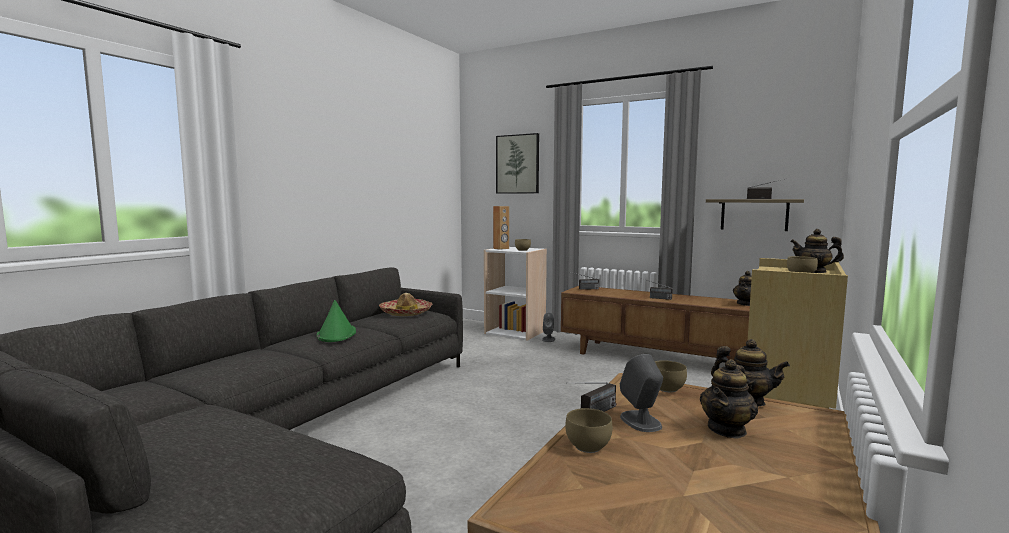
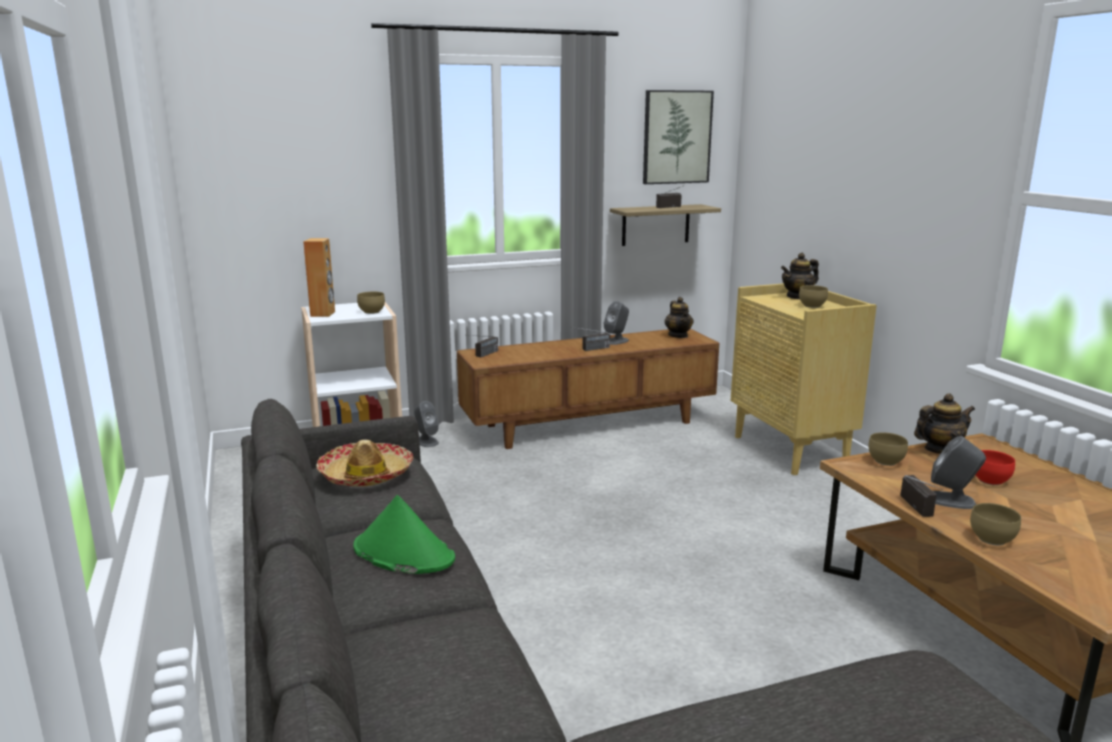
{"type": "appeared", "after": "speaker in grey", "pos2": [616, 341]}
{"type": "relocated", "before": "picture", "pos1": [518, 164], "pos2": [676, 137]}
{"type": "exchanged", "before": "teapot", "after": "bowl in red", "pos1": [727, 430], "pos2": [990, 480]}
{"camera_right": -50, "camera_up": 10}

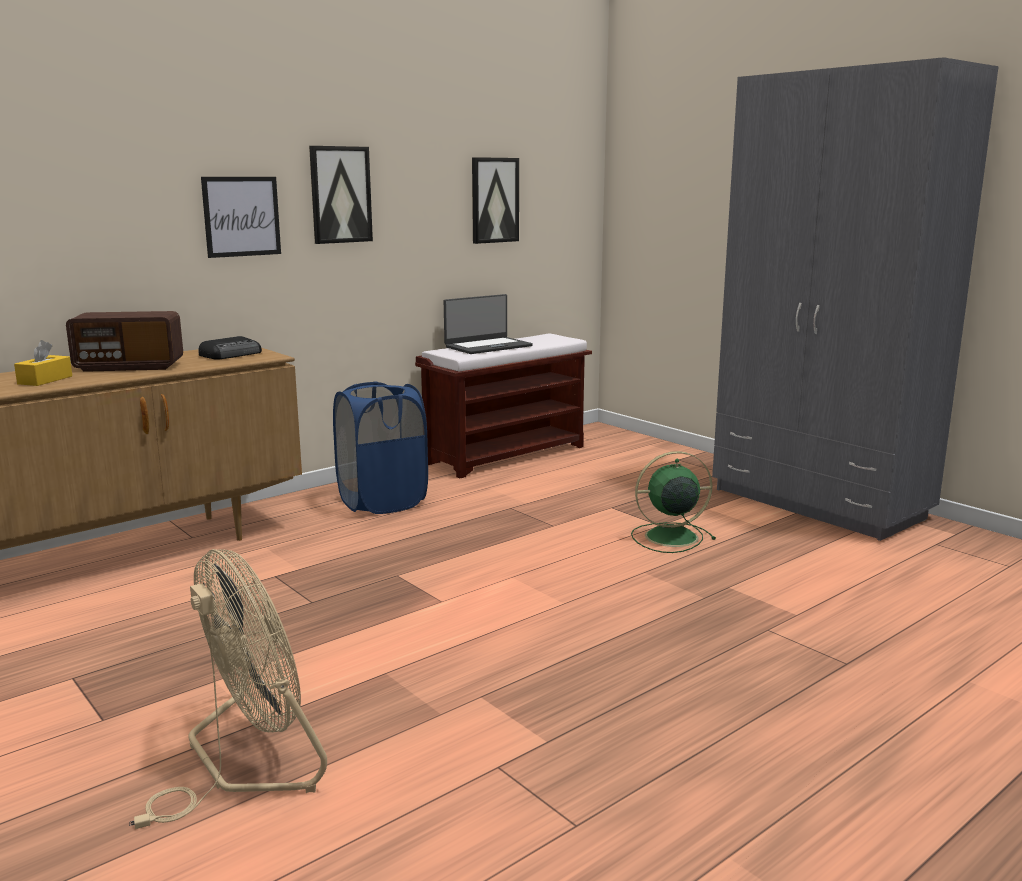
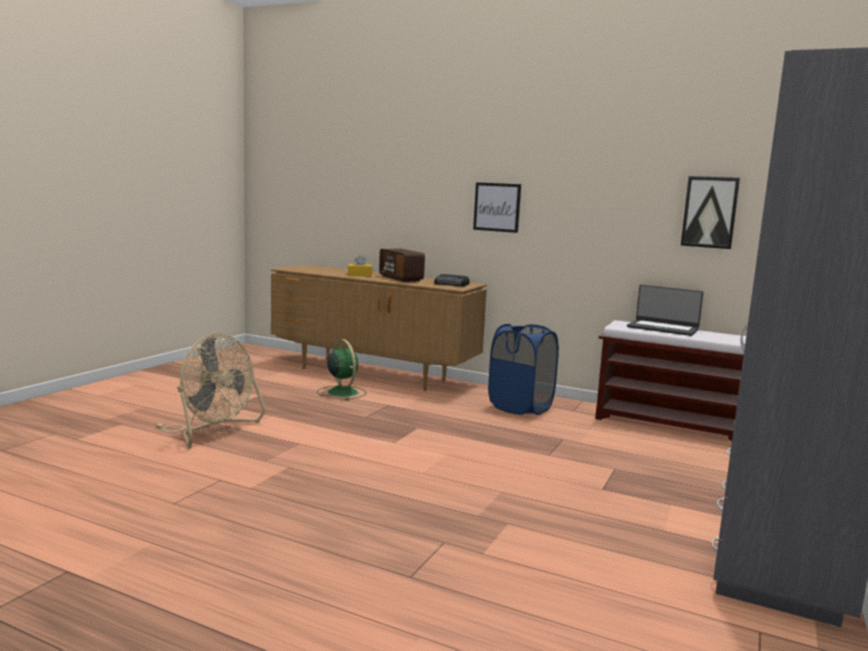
{"type": "relocated", "before": "fan in green", "pos1": [669, 537], "pos2": [341, 392]}
{"type": "missing", "before": "picture", "pos1": [340, 194]}
{"camera_right": 65, "camera_up": -5}

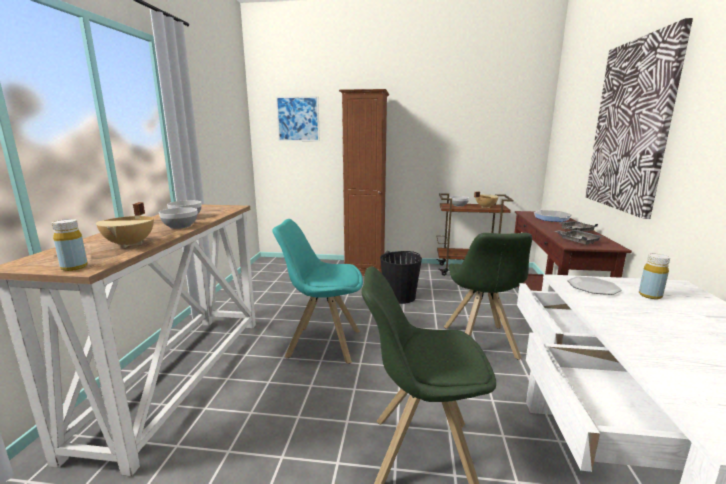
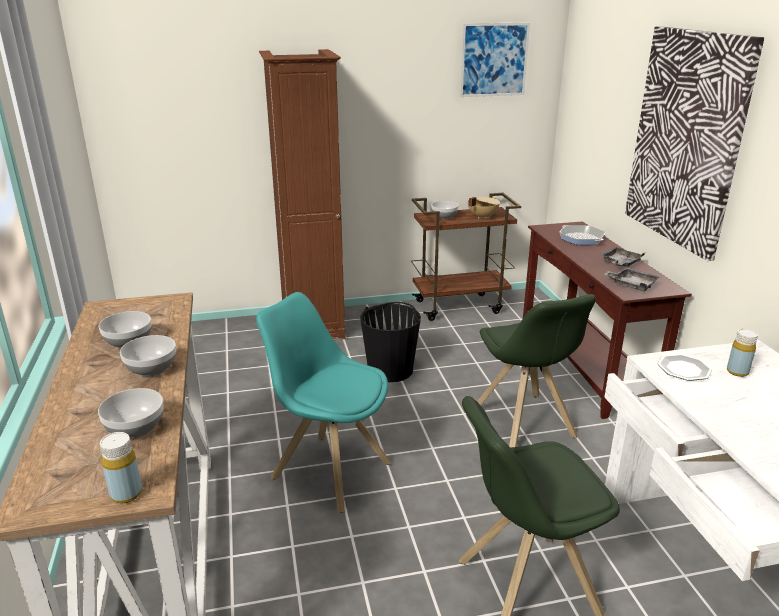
{"type": "exchanged", "before": "cooking pot in beige", "after": "bowl", "pos1": [131, 244], "pos2": [136, 427]}
{"type": "spun", "before": "chair in turquoise", "pos1": [323, 344], "pos2": [330, 470], "turn": 45}
{"type": "relocated", "before": "picture", "pos1": [298, 119], "pos2": [494, 60]}
{"camera_right": -20, "camera_up": 10}

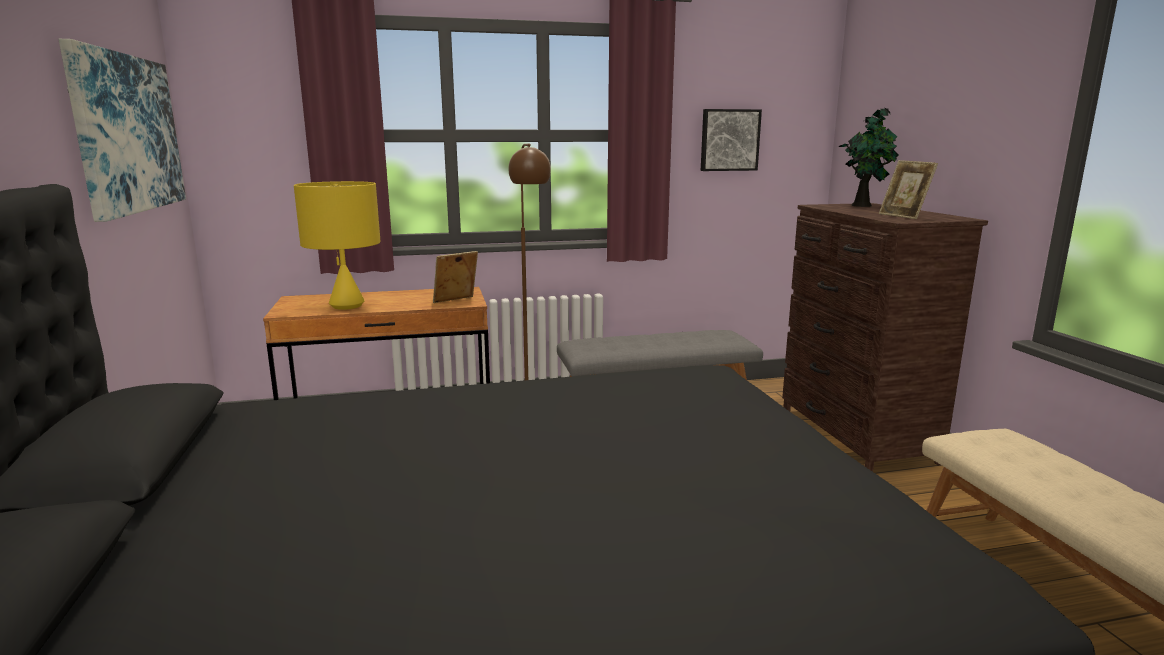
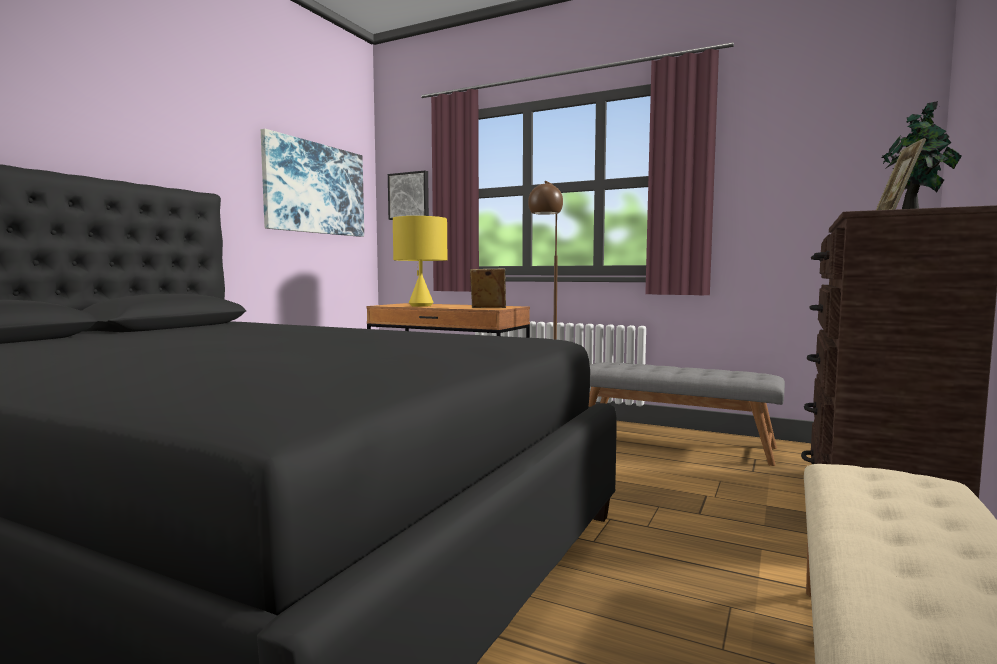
{"type": "relocated", "before": "picture", "pos1": [729, 140], "pos2": [409, 196]}
{"camera_right": 40, "camera_up": -10}

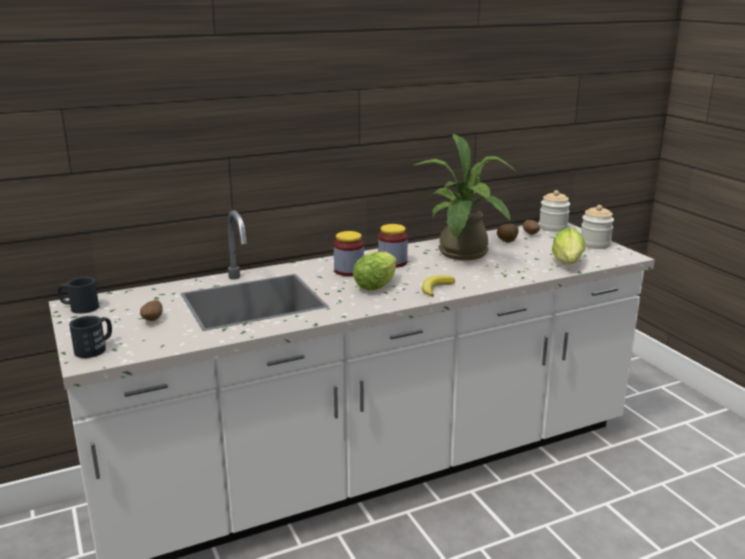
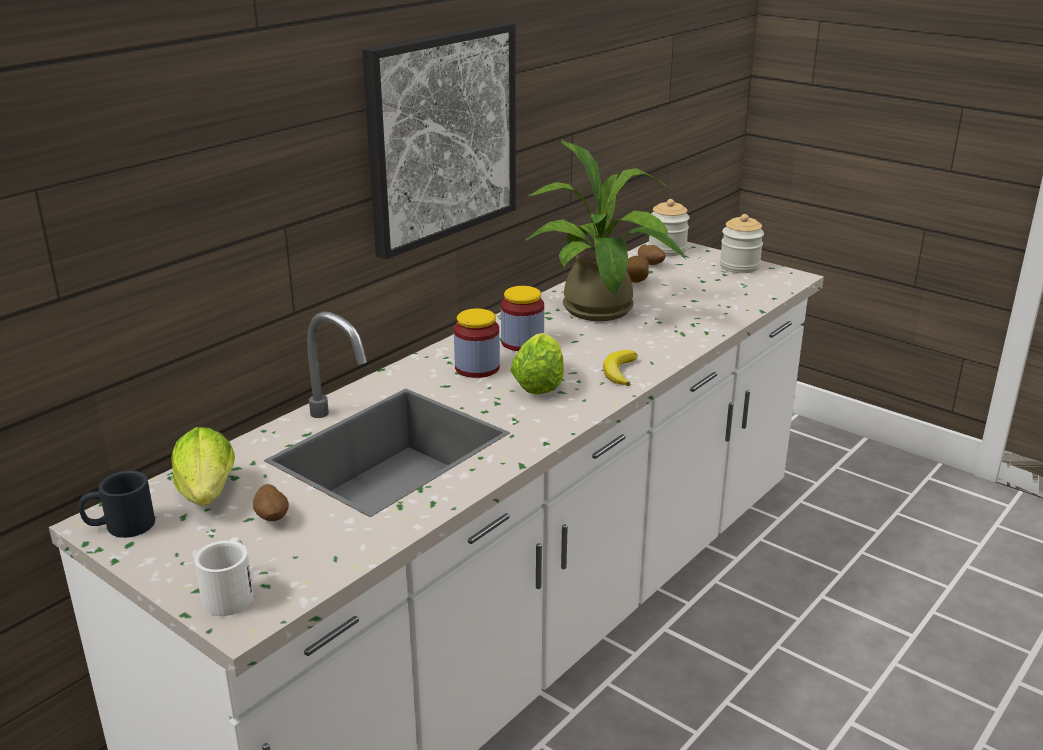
{"type": "relocated", "before": "lettuce", "pos1": [568, 264], "pos2": [207, 497]}
{"type": "colour", "before": "mug in black", "after": "mug in white", "pos1": [95, 348], "pos2": [231, 592]}
{"type": "appeared", "after": "picture", "pos2": [441, 136]}
{"camera_right": -25, "camera_up": 5}

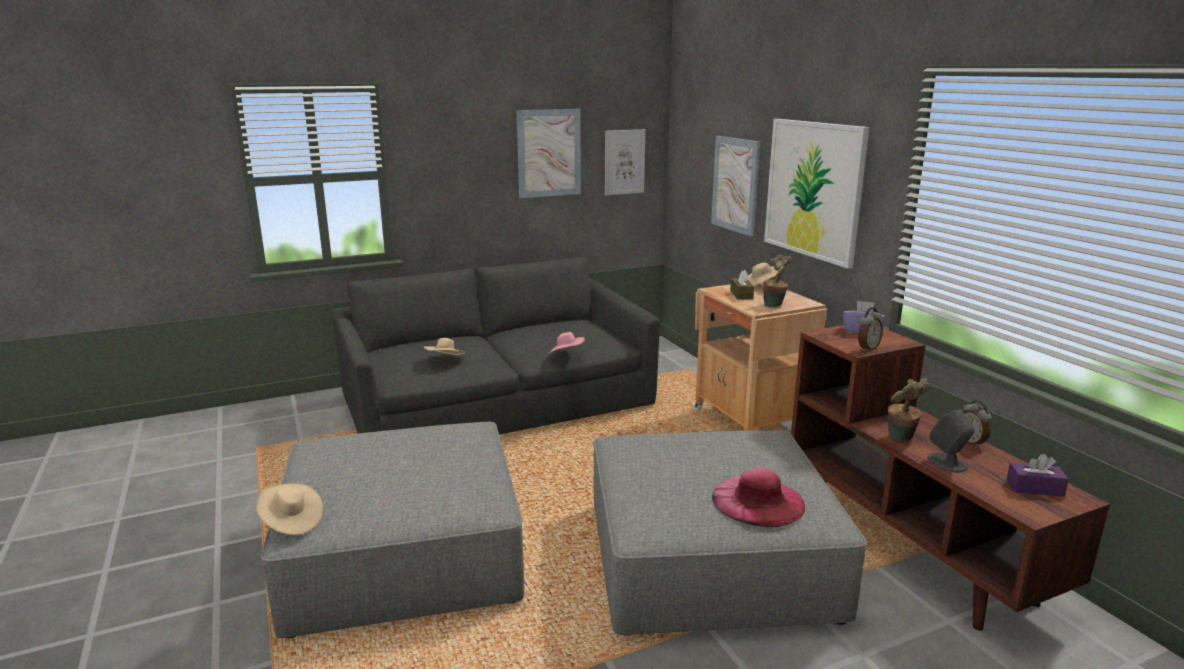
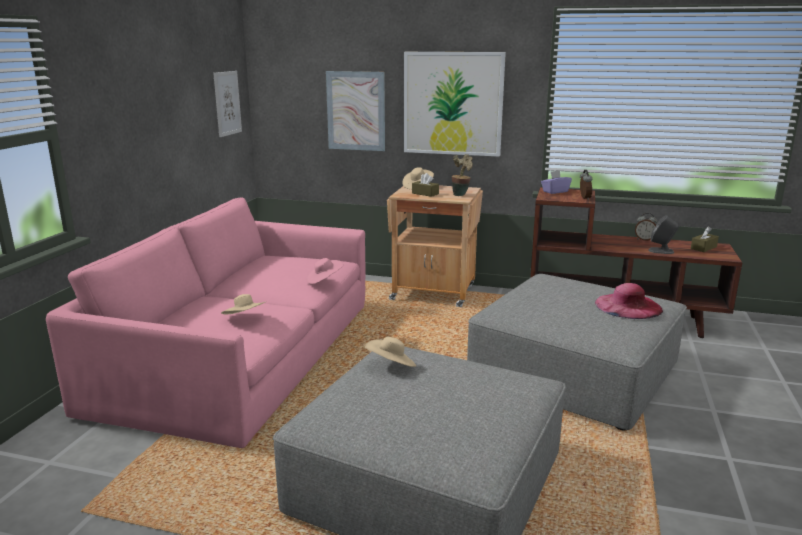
{"type": "colour", "before": "sofa in grey", "after": "sofa in pink", "pos1": [497, 401], "pos2": [241, 355]}
{"type": "relocated", "before": "hat in beige", "pos1": [291, 522], "pos2": [391, 365]}
{"type": "colour", "before": "tissue box in purple", "after": "tissue box in brown", "pos1": [1034, 488], "pos2": [703, 248]}
{"type": "missing", "before": "picture", "pos1": [549, 153]}
{"type": "missing", "before": "potted plant", "pos1": [901, 439]}
{"camera_right": -50, "camera_up": 0}

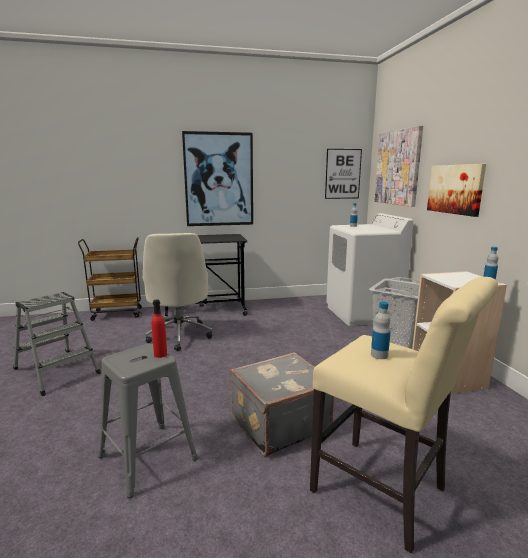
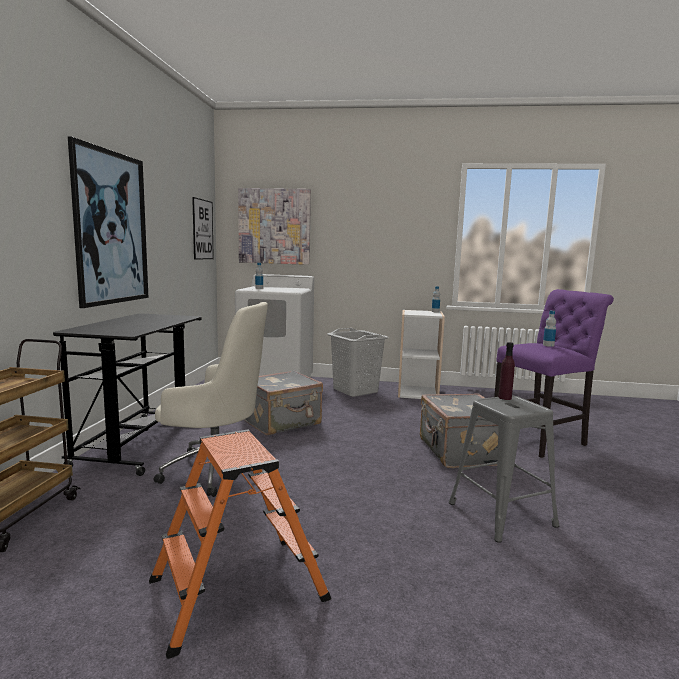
{"type": "colour", "before": "step ladder in grey", "after": "step ladder in orange", "pos1": [56, 370], "pos2": [238, 589]}
{"type": "appeared", "after": "suitcase in grey", "pos2": [282, 422]}
{"type": "colour", "before": "stool in beige", "after": "stool in purple", "pos1": [385, 495], "pos2": [542, 440]}
{"type": "colour", "before": "bottle in red", "after": "bottle in purple", "pos1": [160, 354], "pos2": [505, 398]}
{"type": "missing", "before": "picture", "pos1": [455, 189]}
{"camera_right": -70, "camera_up": -5}

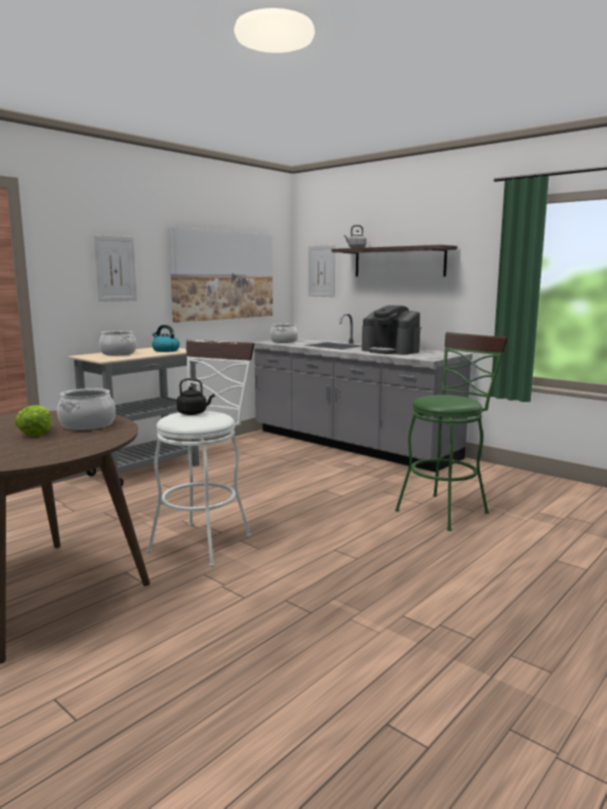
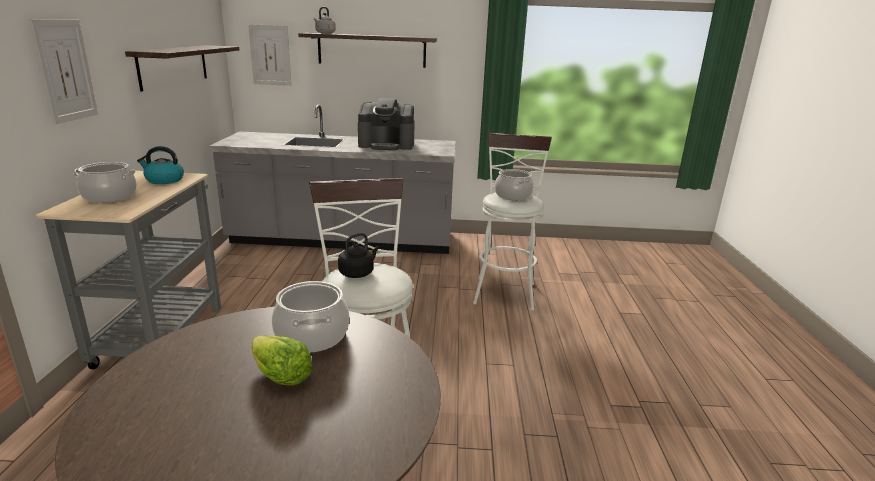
{"type": "exchanged", "before": "picture", "after": "shelf", "pos1": [223, 275], "pos2": [174, 66]}
{"type": "colour", "before": "stool in green", "after": "stool in white", "pos1": [446, 509], "pos2": [504, 290]}
{"type": "relocated", "before": "cooking pot", "pos1": [283, 341], "pos2": [512, 196]}
{"camera_right": -40, "camera_up": 10}

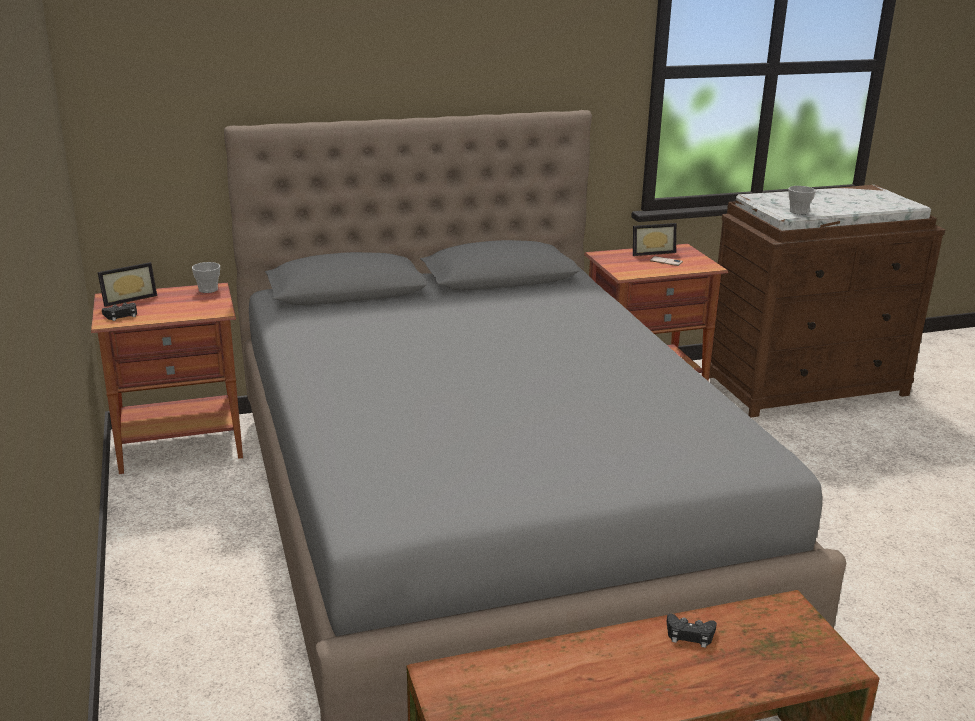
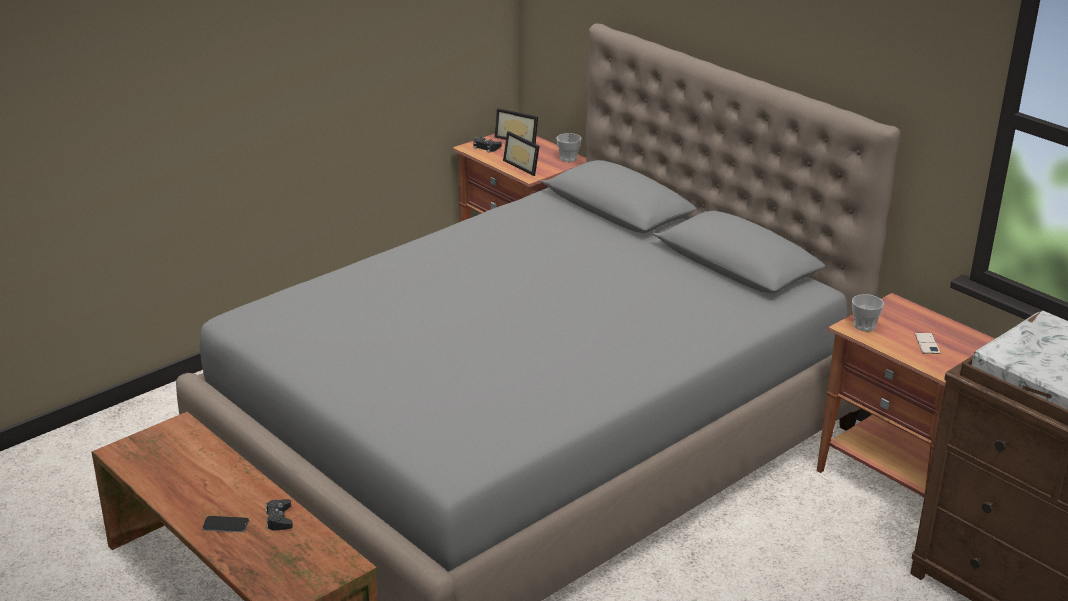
{"type": "appeared", "after": "phone", "pos2": [226, 525]}
{"type": "relocated", "before": "picture frame", "pos1": [651, 252], "pos2": [524, 166]}
{"type": "relocated", "before": "cup", "pos1": [798, 212], "pos2": [864, 326]}
{"camera_right": 65, "camera_up": 5}

